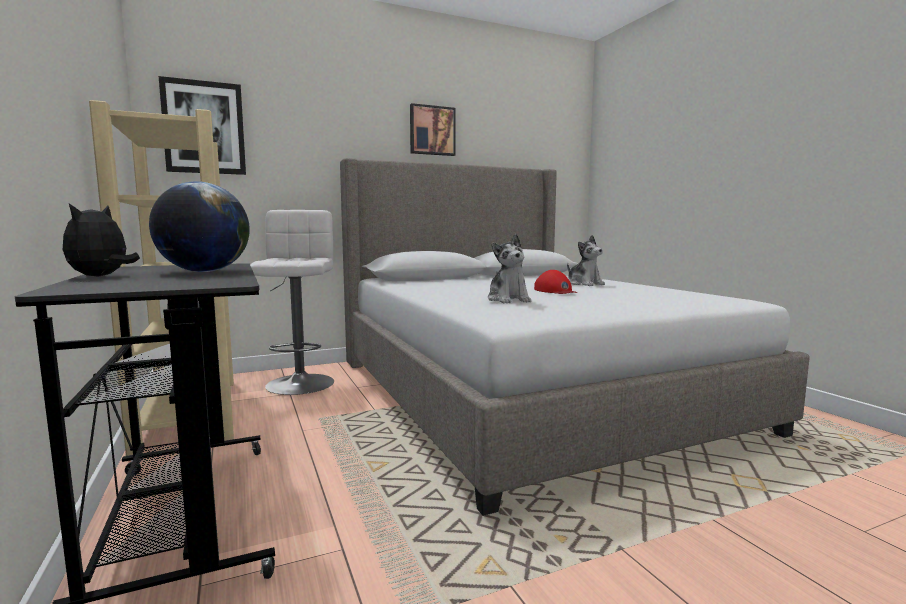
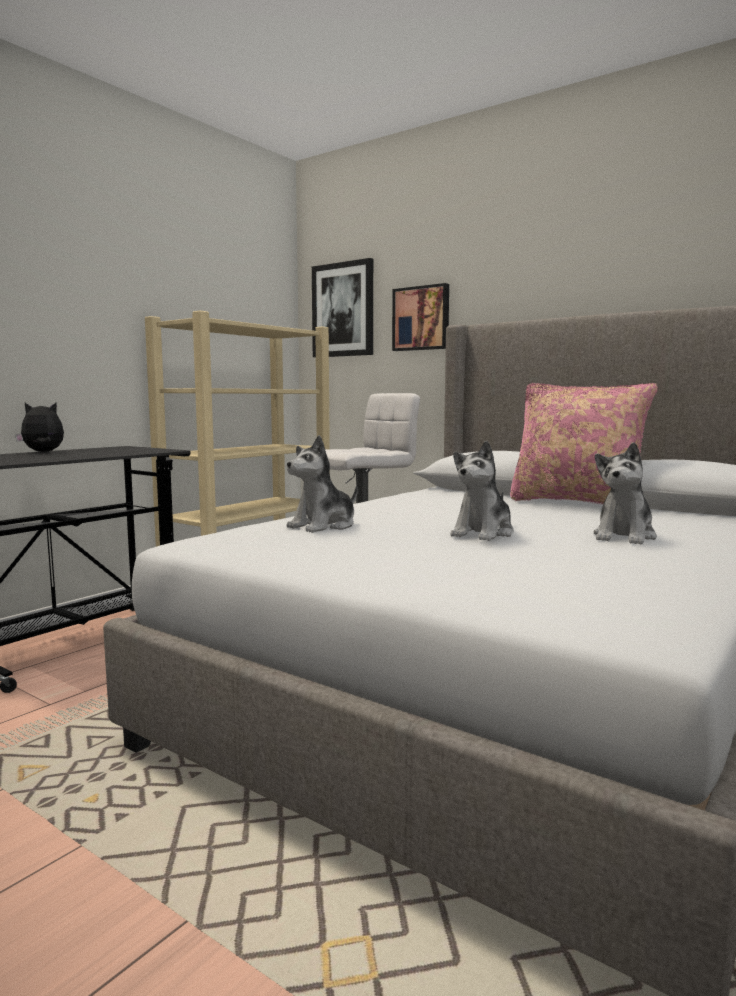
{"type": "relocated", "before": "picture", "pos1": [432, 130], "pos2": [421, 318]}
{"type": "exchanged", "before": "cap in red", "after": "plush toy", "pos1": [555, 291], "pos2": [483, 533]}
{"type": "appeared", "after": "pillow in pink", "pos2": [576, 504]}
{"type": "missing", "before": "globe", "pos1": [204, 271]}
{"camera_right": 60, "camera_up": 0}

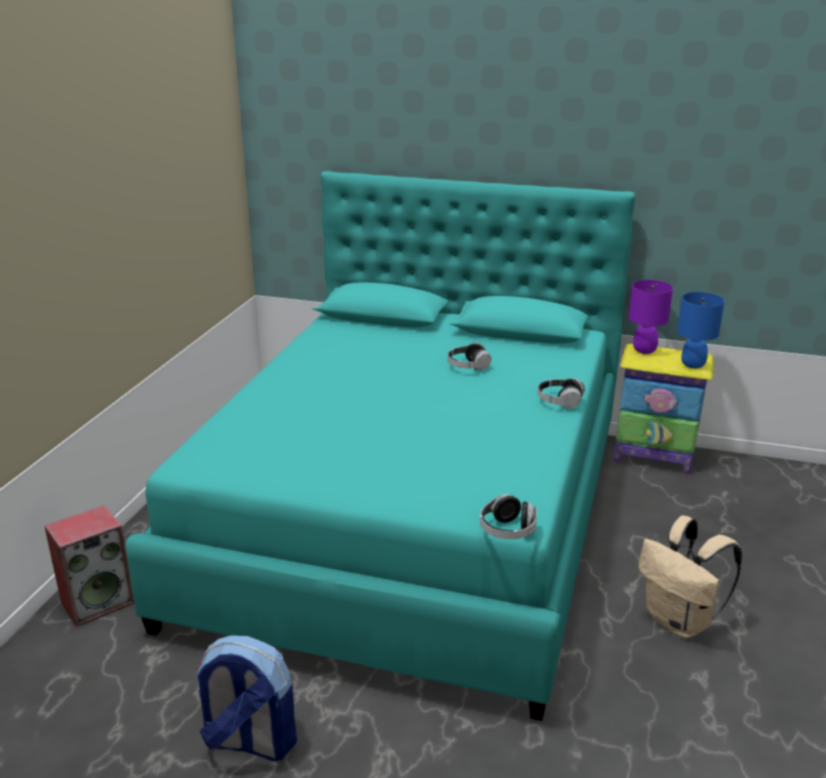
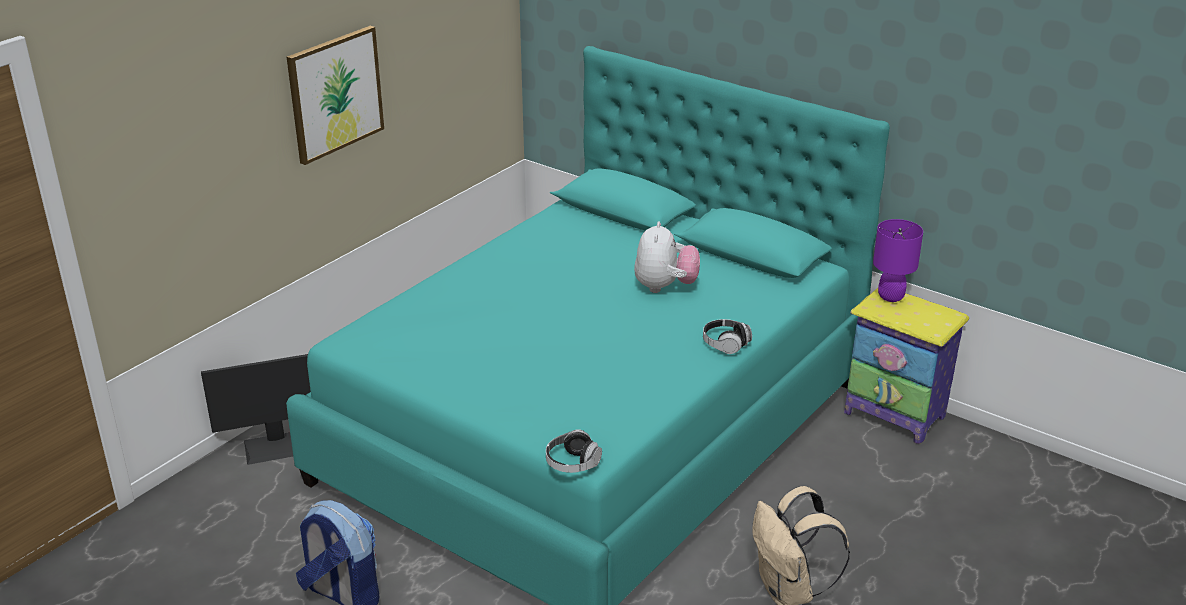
{"type": "exchanged", "before": "speaker", "after": "monitor", "pos1": [98, 602], "pos2": [277, 446]}
{"type": "appeared", "after": "picture", "pos2": [335, 93]}
{"type": "exchanged", "before": "headphones", "after": "plush toy", "pos1": [468, 367], "pos2": [665, 287]}
{"type": "missing", "before": "table lamp in blue", "pos1": [691, 365]}
{"camera_right": 20, "camera_up": 5}

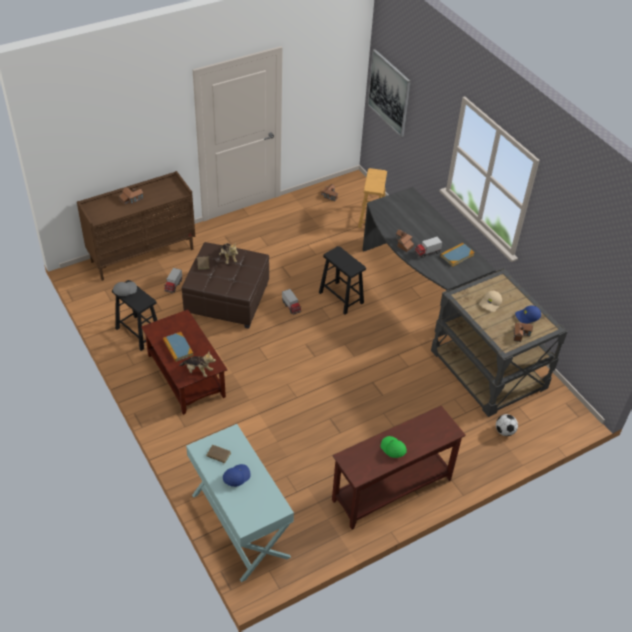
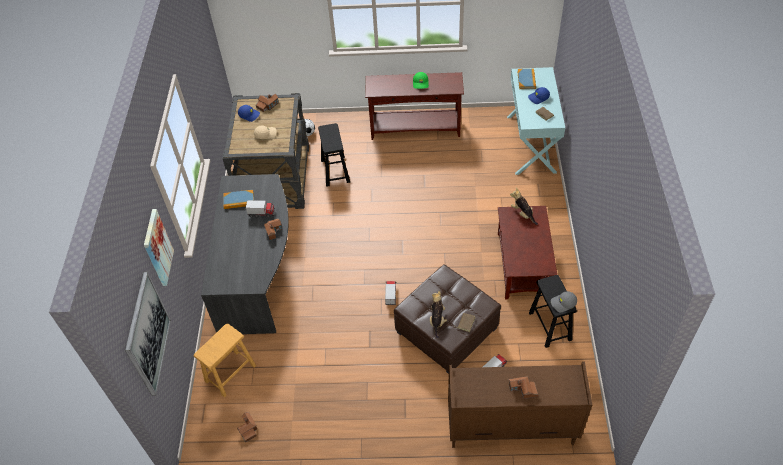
{"type": "appeared", "after": "picture", "pos2": [157, 248]}
{"type": "relocated", "before": "stool in black", "pos1": [341, 298], "pos2": [335, 171]}
{"type": "relocated", "before": "book", "pos1": [178, 348], "pos2": [526, 80]}
{"camera_right": -145, "camera_up": 5}

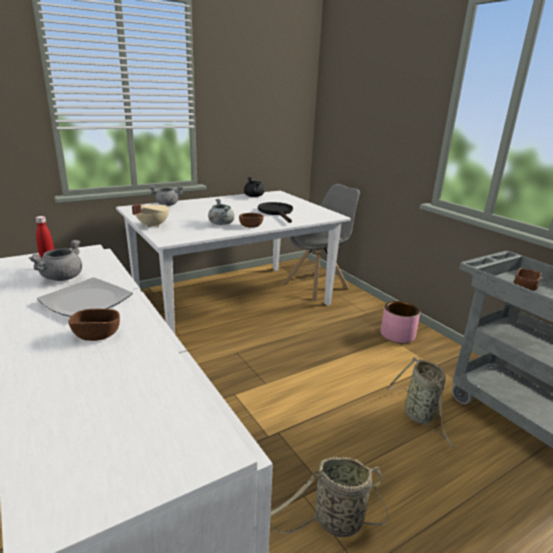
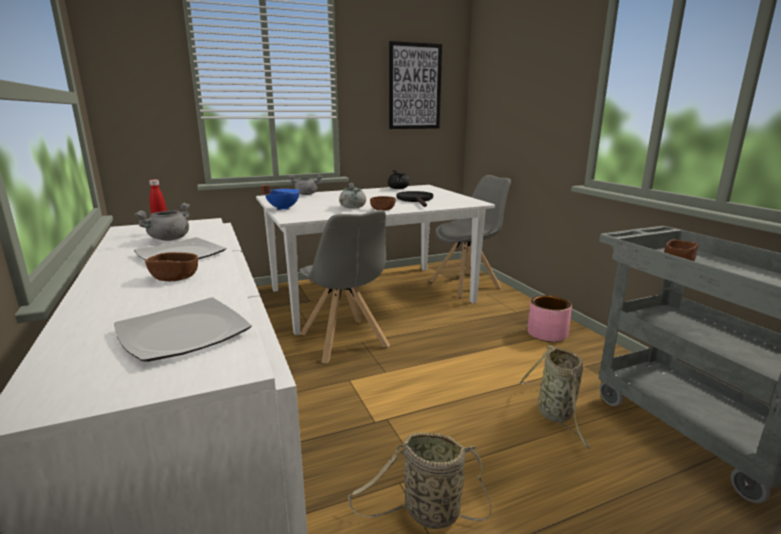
{"type": "appeared", "after": "plate", "pos2": [182, 333]}
{"type": "colour", "before": "cooking pot in beige", "after": "cooking pot in blue", "pos1": [152, 225], "pos2": [282, 208]}
{"type": "appeared", "after": "chair in grey", "pos2": [345, 342]}
{"type": "appeared", "after": "picture", "pos2": [414, 87]}
{"camera_right": 10, "camera_up": -5}

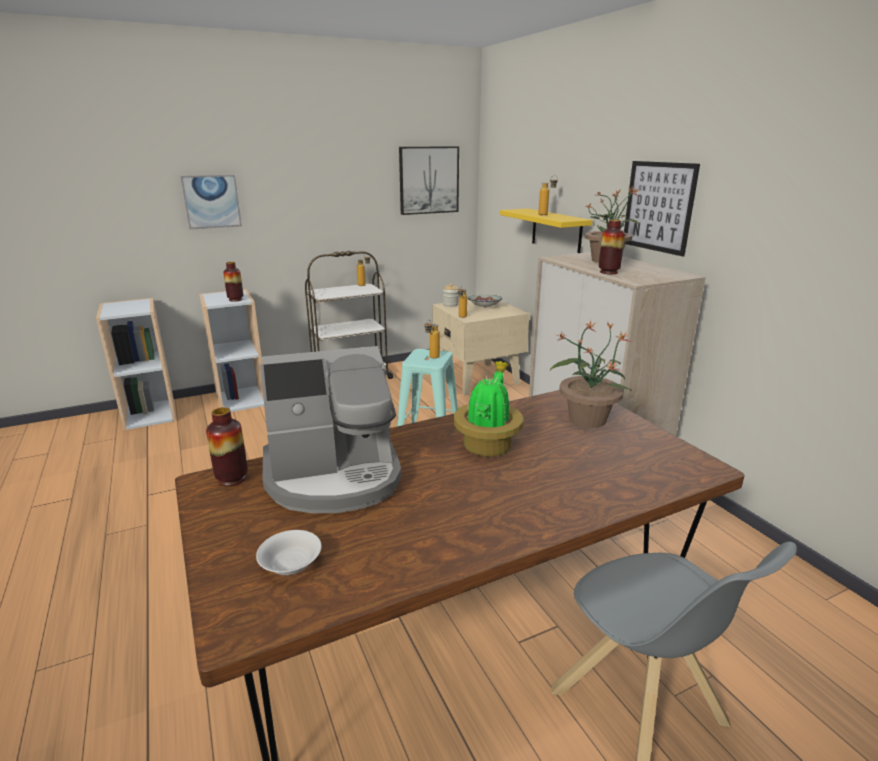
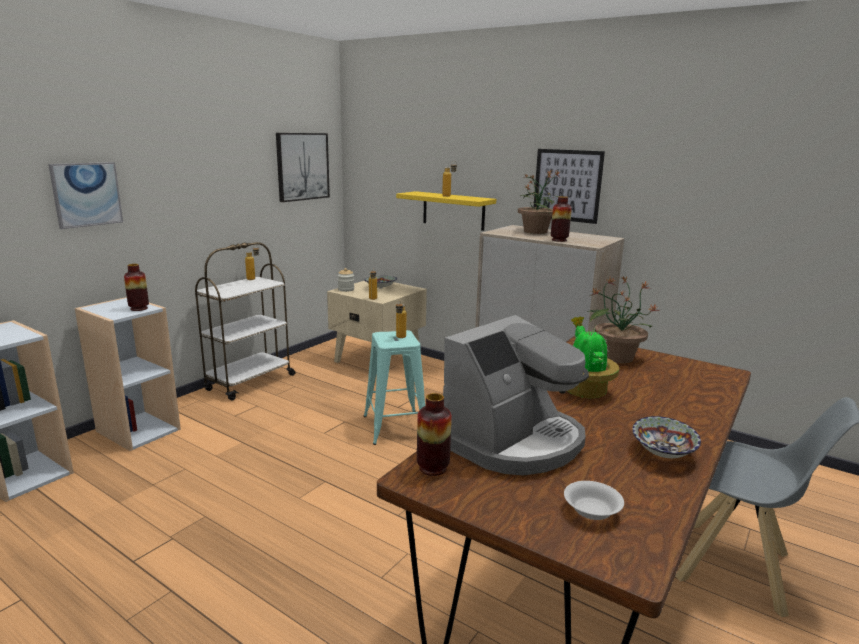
{"type": "appeared", "after": "bowl", "pos2": [663, 453]}
{"camera_right": -30, "camera_up": -5}

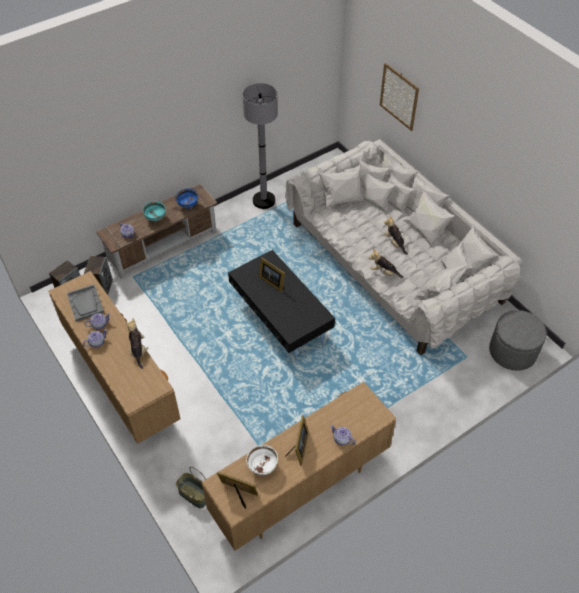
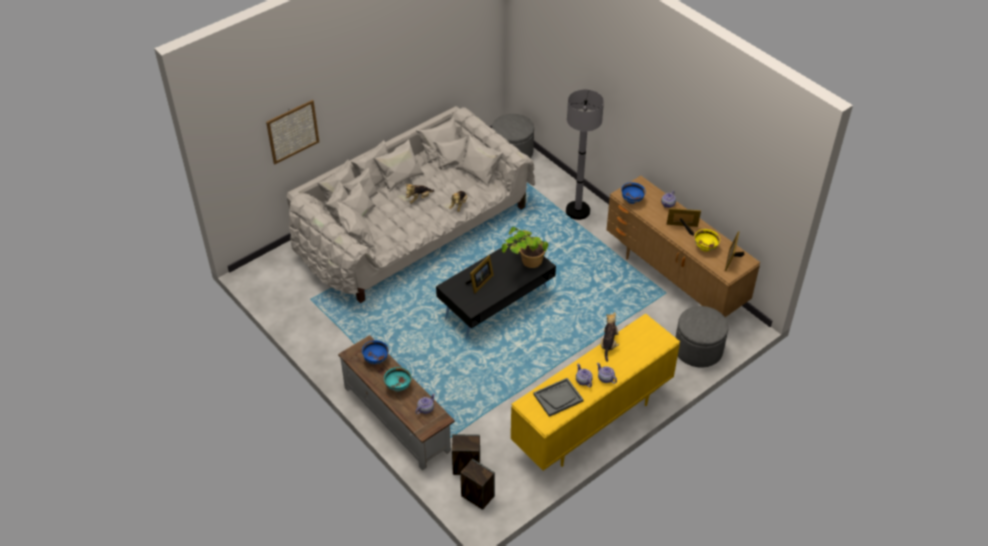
{"type": "appeared", "after": "potted plant", "pos2": [523, 266]}
{"type": "colour", "before": "dresser in brown", "after": "dresser in yellow", "pos1": [123, 382], "pos2": [591, 423]}
{"type": "relocated", "before": "floor lamp in grey", "pos1": [264, 200], "pos2": [577, 211]}
{"type": "spun", "before": "plush toy", "pos1": [138, 350], "pos2": [608, 344], "turn": 120}
{"type": "appeared", "after": "bowl in blue", "pos2": [632, 200]}
{"type": "exchanged", "before": "basket", "after": "ottoman in grey", "pos1": [193, 495], "pos2": [698, 349]}
{"type": "colour", "before": "bowl in white", "after": "bowl in yellow", "pos1": [263, 467], "pos2": [705, 248]}
{"camera_right": -95, "camera_up": -5}

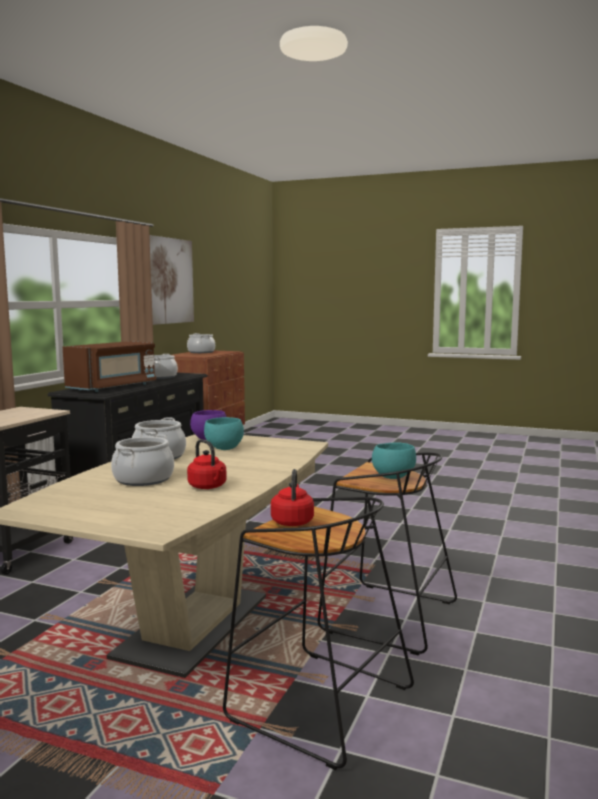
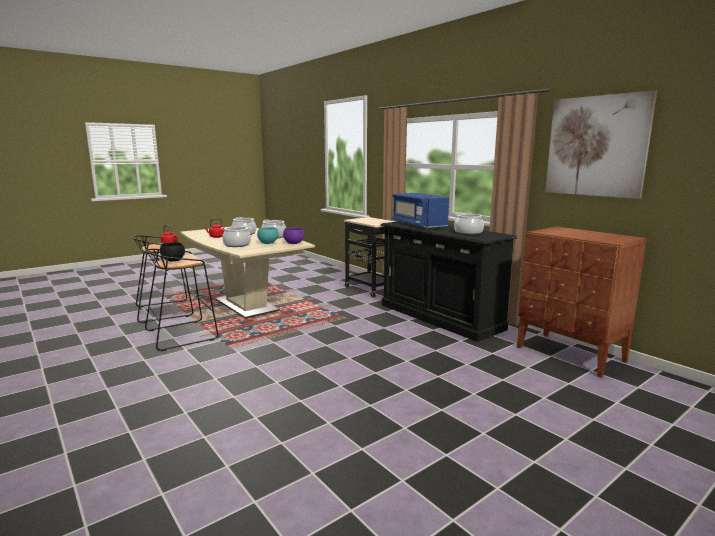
{"type": "colour", "before": "bowl in turquoise", "after": "bowl in black", "pos1": [392, 477], "pos2": [174, 260]}
{"type": "relocated", "before": "cooking pot", "pos1": [201, 352], "pos2": [237, 245]}
{"type": "colour", "before": "microwave in brown", "after": "microwave in blue", "pos1": [113, 387], "pos2": [418, 225]}
{"camera_right": 120, "camera_up": 5}

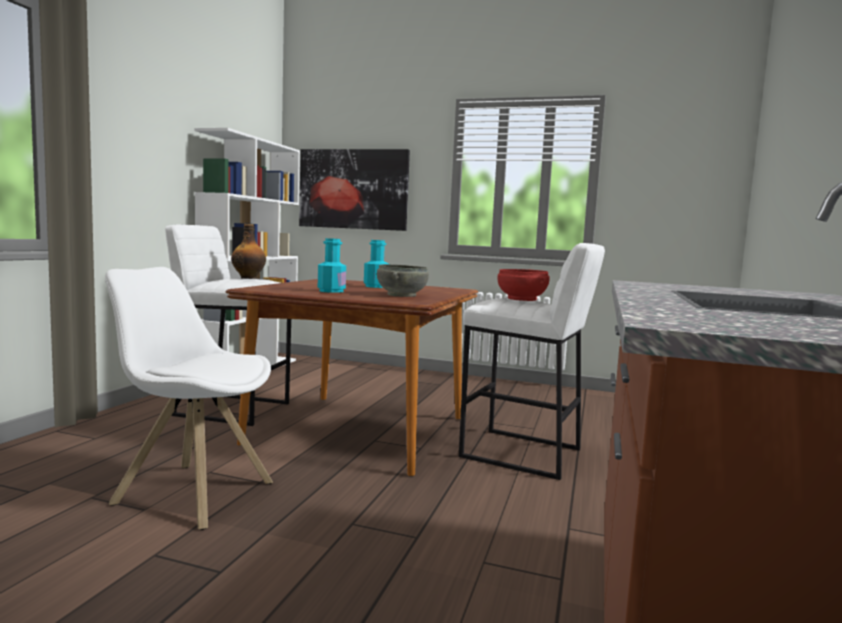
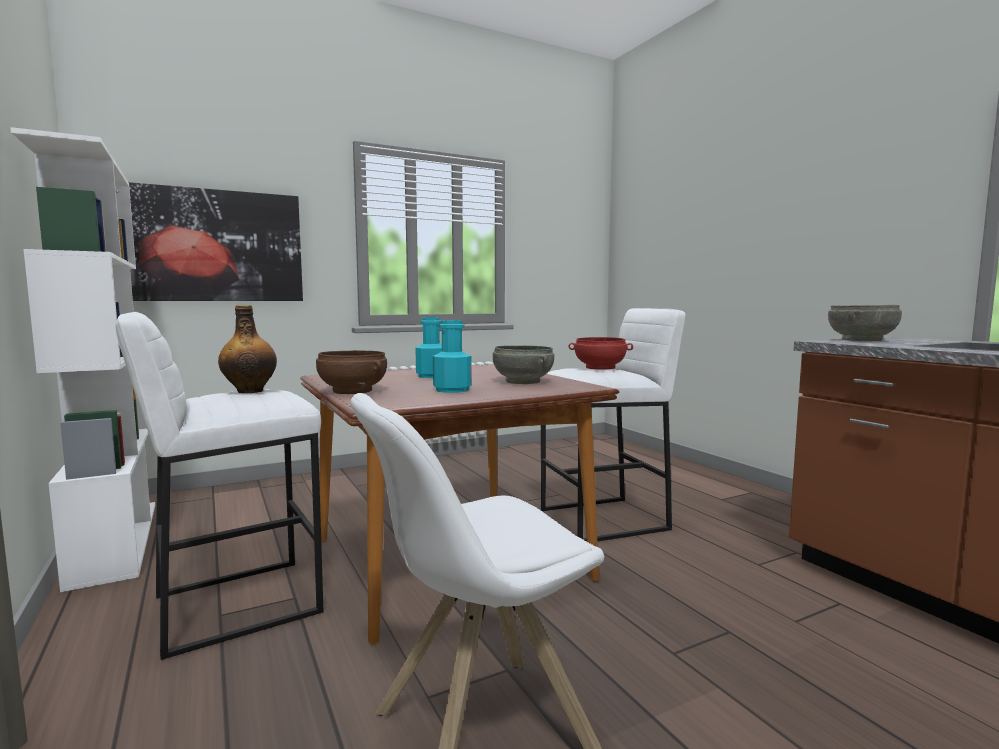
{"type": "appeared", "after": "bowl in brown", "pos2": [351, 391]}
{"type": "appeared", "after": "bowl in grey", "pos2": [862, 340]}
{"camera_right": -45, "camera_up": 0}

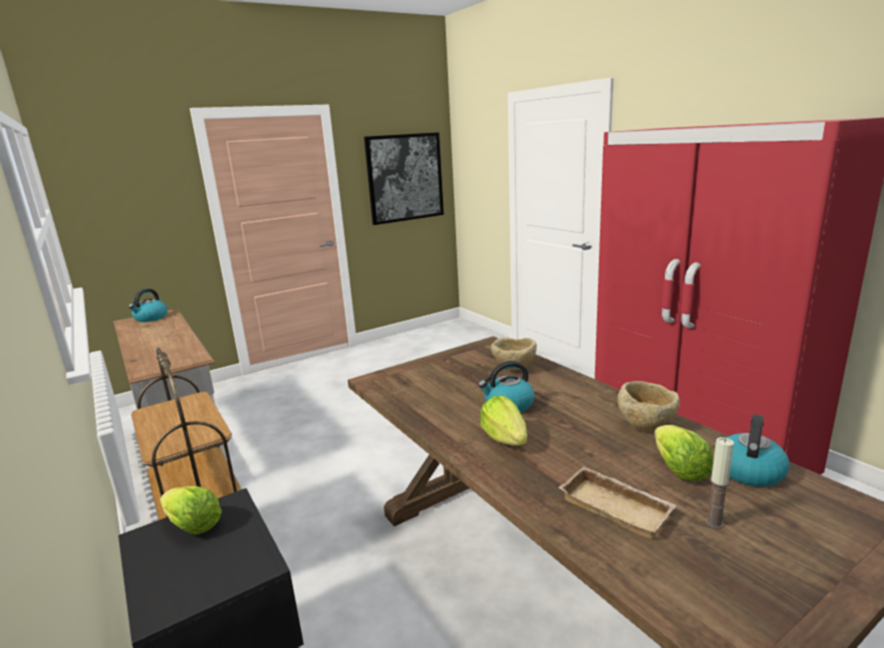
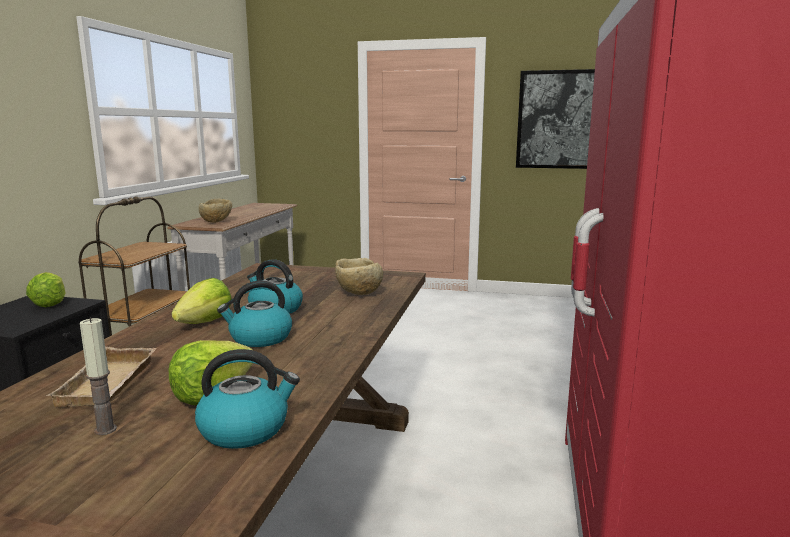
{"type": "relocated", "before": "bowl in beige", "pos1": [646, 425], "pos2": [216, 222]}
{"type": "relocated", "before": "kettle", "pos1": [150, 318], "pos2": [260, 338]}
{"camera_right": 45, "camera_up": -5}

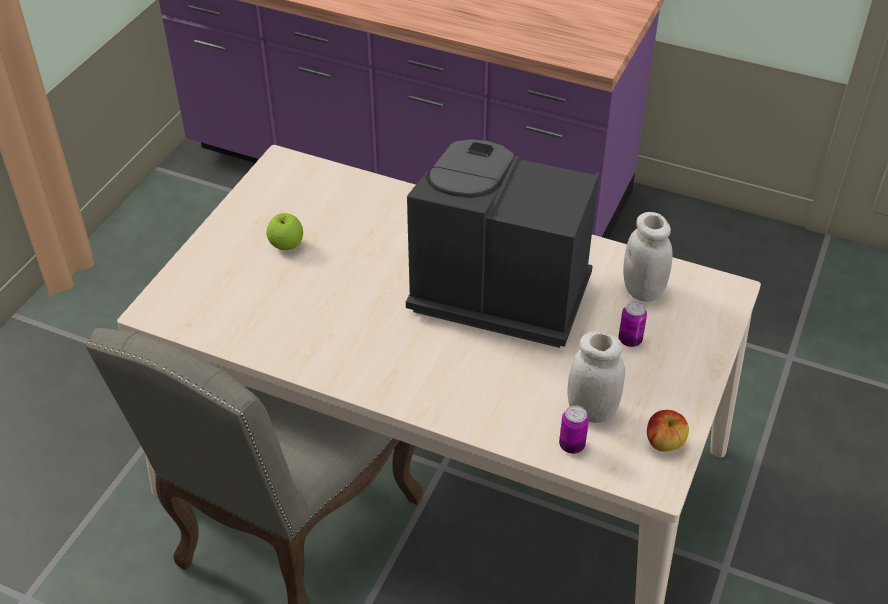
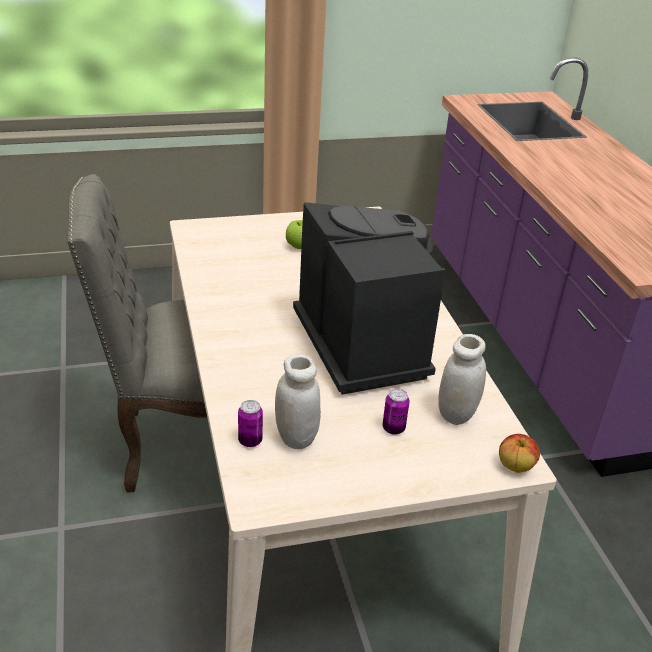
{"type": "relocated", "before": "apple", "pos1": [664, 443], "pos2": [515, 466]}
{"camera_right": 50, "camera_up": -10}

